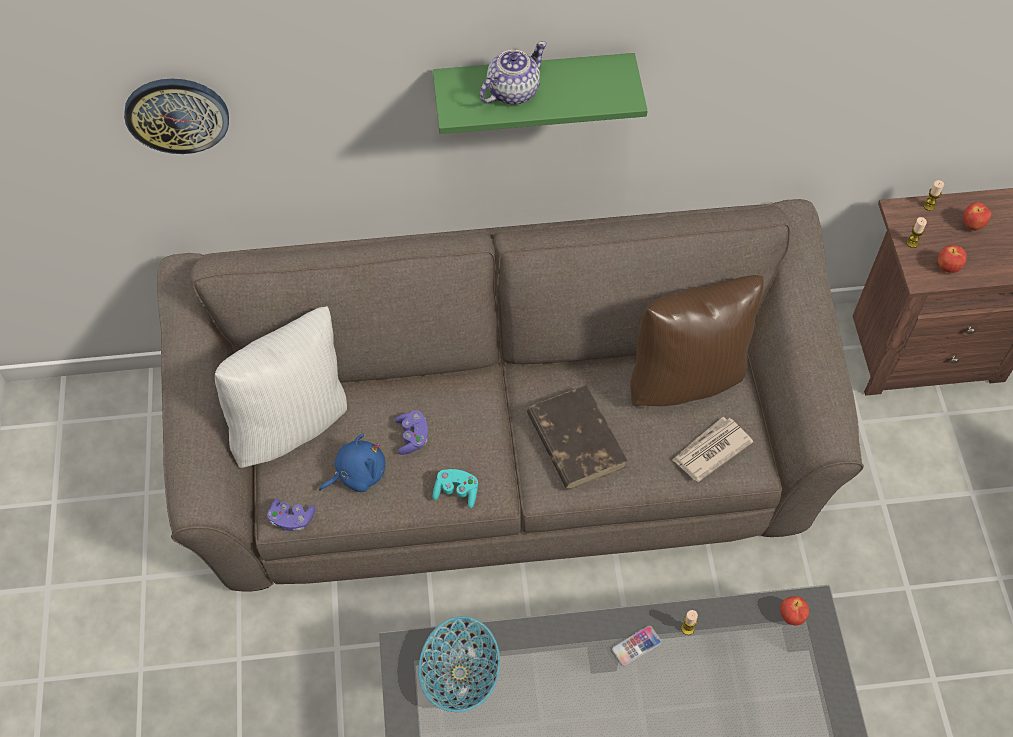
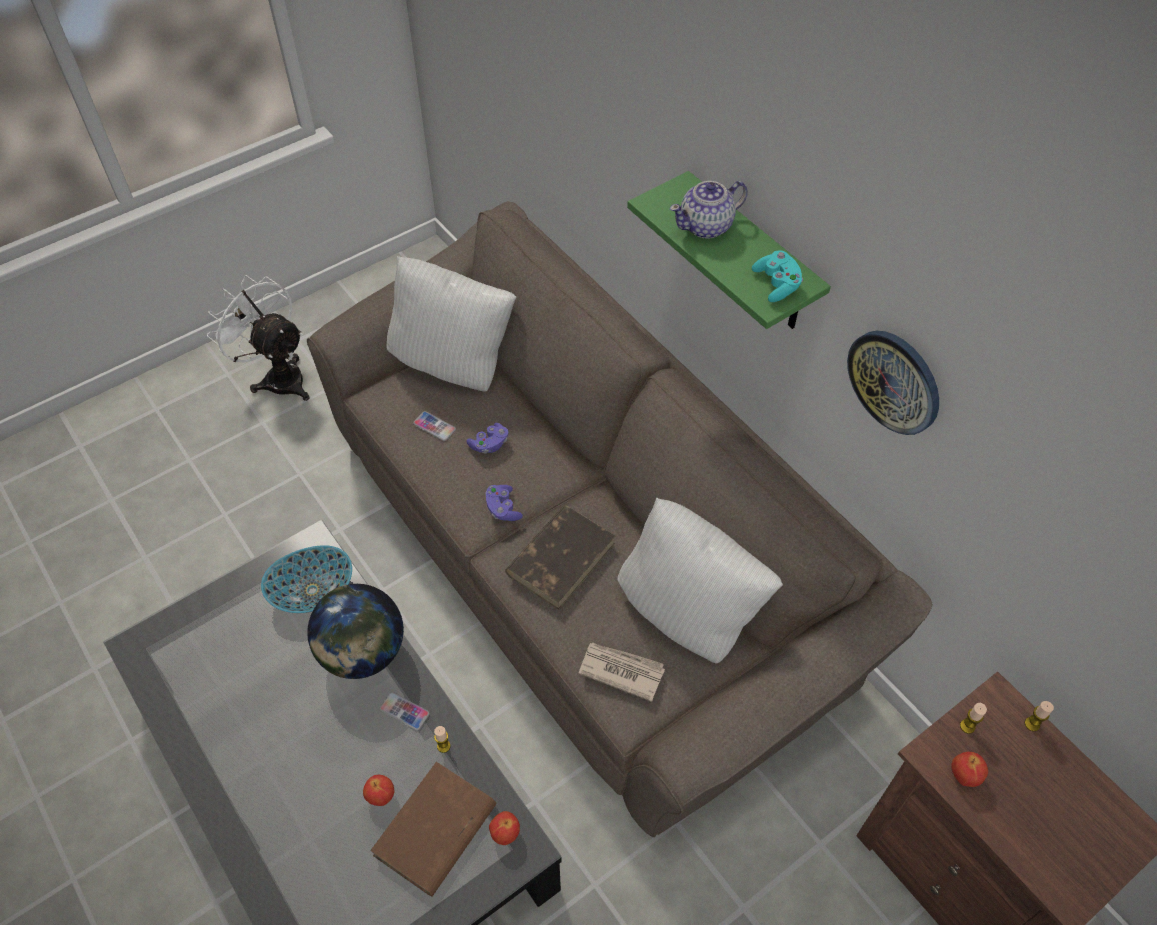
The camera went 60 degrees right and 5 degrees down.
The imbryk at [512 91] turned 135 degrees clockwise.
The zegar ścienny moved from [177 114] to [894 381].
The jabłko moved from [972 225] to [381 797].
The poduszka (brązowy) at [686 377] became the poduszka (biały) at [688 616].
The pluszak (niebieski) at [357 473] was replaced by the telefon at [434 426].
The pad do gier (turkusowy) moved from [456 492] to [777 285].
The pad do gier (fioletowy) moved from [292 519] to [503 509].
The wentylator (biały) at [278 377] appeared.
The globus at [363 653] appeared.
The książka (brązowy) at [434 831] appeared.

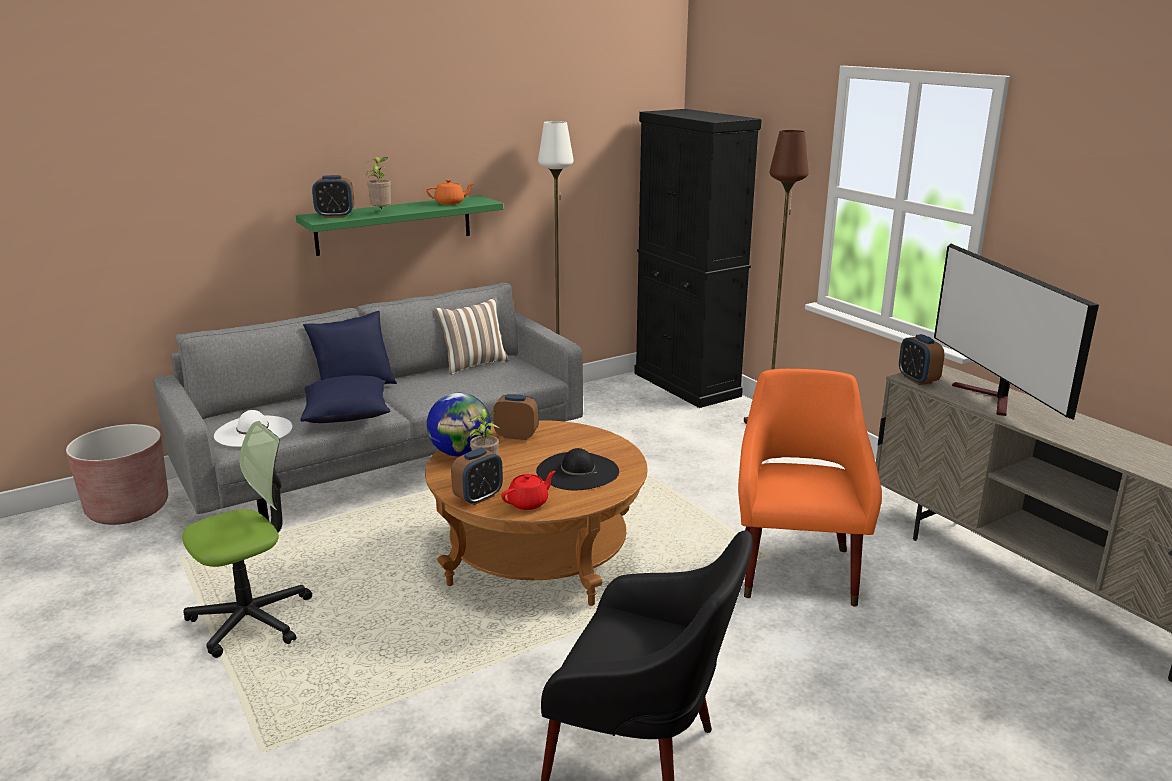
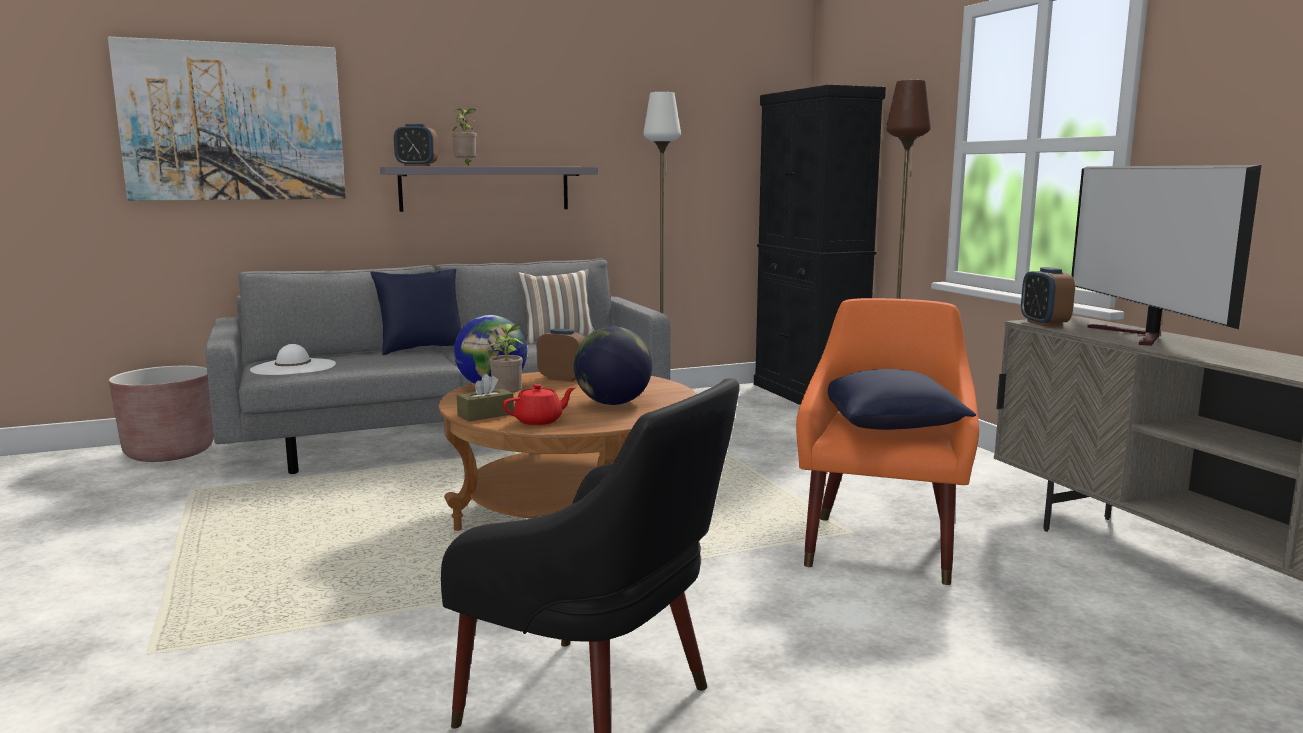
The camera went 10 degrees right and 10 degrees down.
The imbryk (pomarańczowy) at [450 203] disappeared.
The półka (zielony) at [394 225] became the półka (szary) at [485 188].
The poduszka (niebieski) moved from [347 416] to [891 426].
The krzesło biurowe at [251 619] disappeared.
The budzik at [478 497] was replaced by the pudełko chusteczek (brązowy) at [485 415].
The kapelusz (czarny) at [577 471] was replaced by the globus at [613 403].
The obraz at [233 122] appeared.

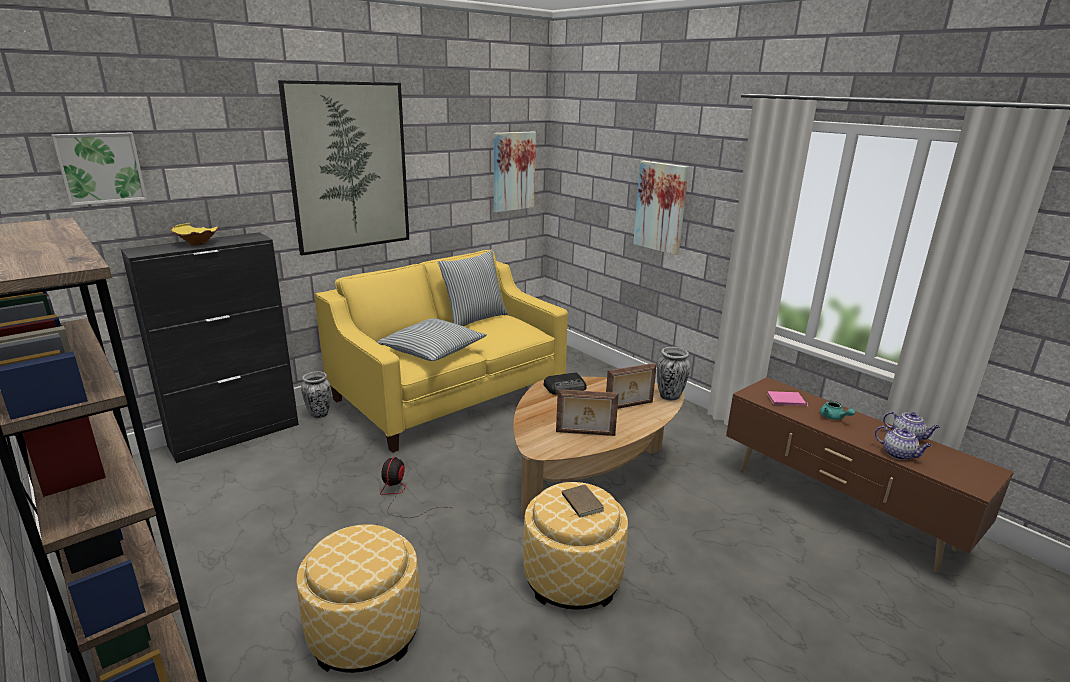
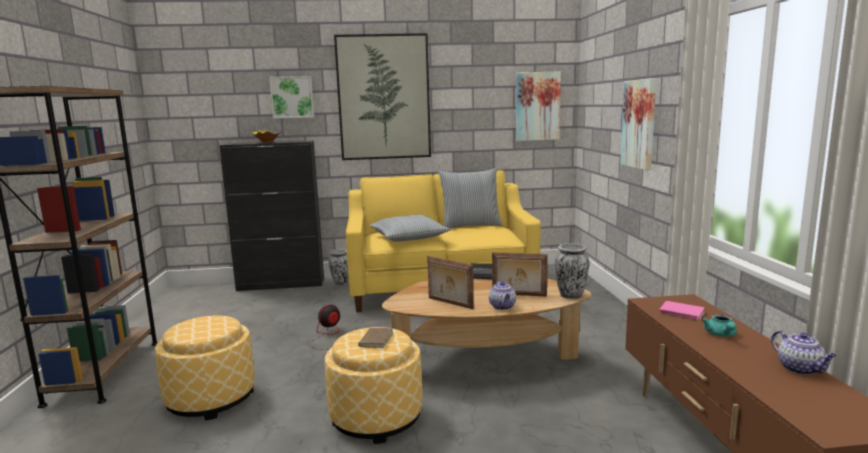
The camera went 35 degrees right and 10 degrees down.
The obraz moved from [100 168] to [292 97].
The imbryk moved from [899 454] to [502 307].

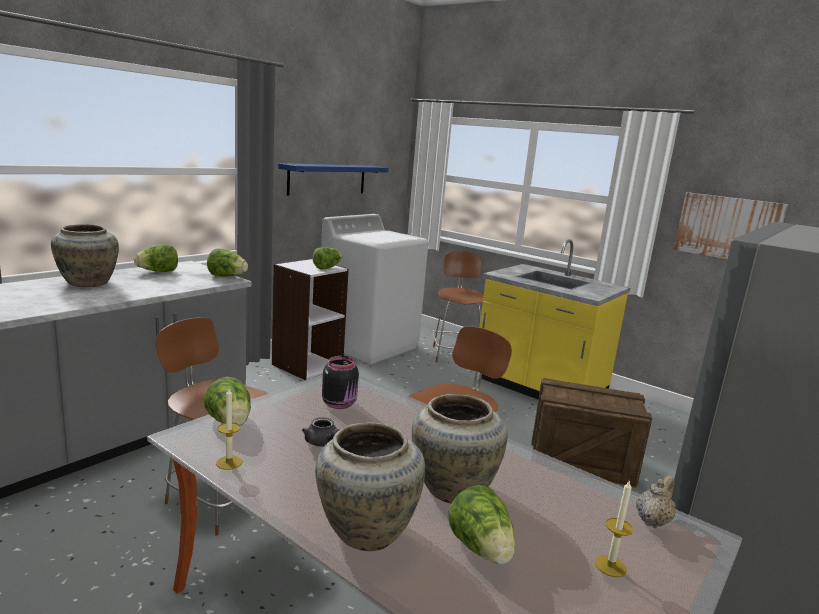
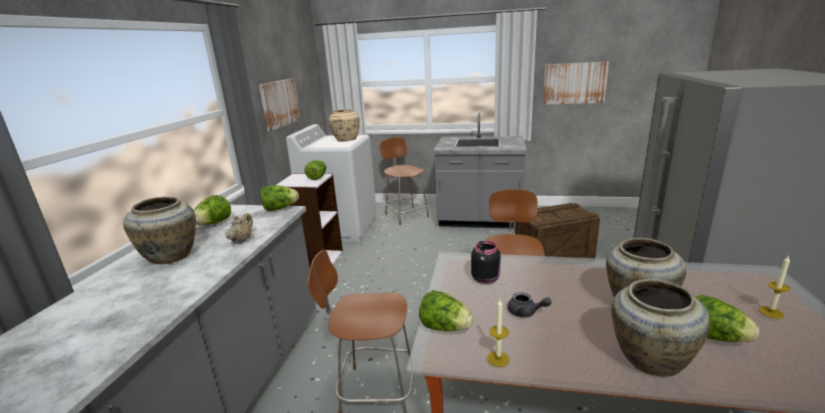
The camera went 25 degrees left and 5 degrees up.
The półka (niebieski) at [327 179] was replaced by the obraz at [279 103].
The zabudowa kuchenna (żółty) at [539 389] became the zabudowa kuchenna (szary) at [479 220].
The imbryk (beżowy) moved from [652 520] to [242 240].
The wazon (beżowy) at [346 140] appeared.

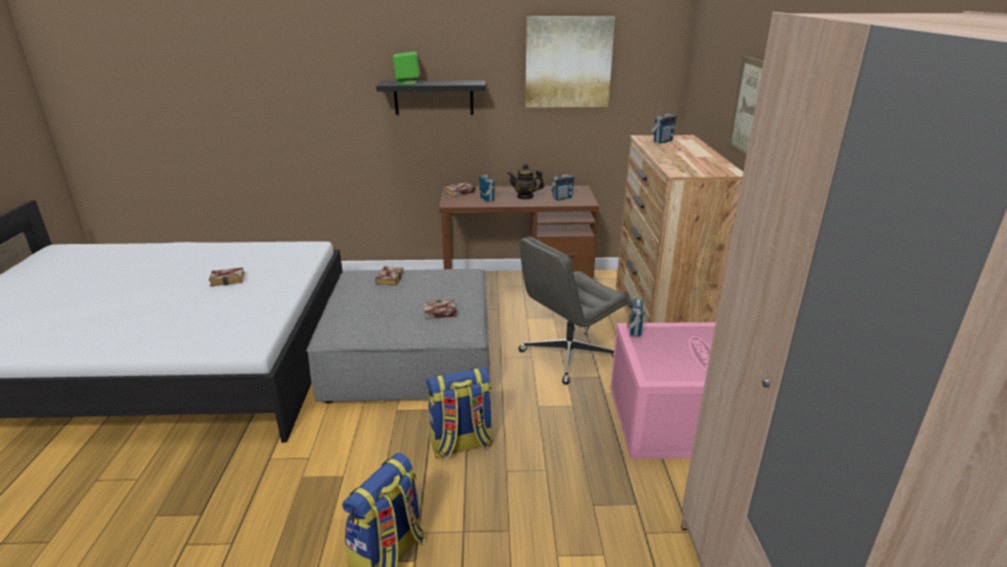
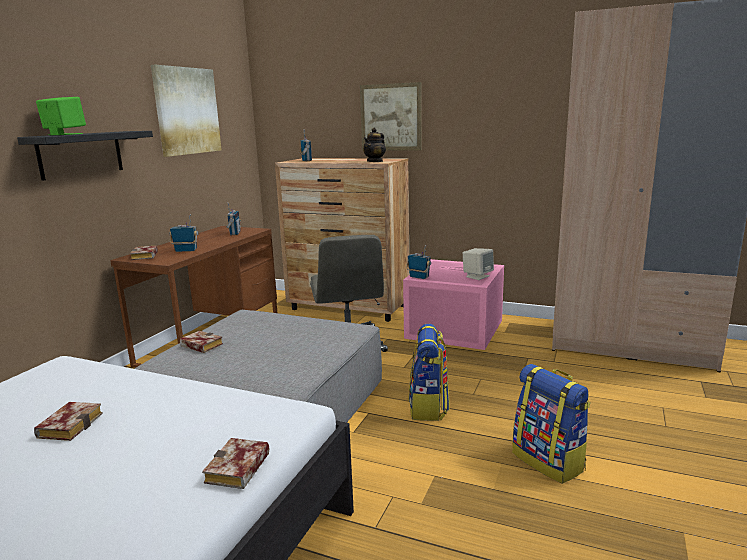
The camera went 65 degrees left and 10 degrees down.
The imbryk moved from [525 196] to [375 161].
The książka moved from [438 313] to [238 470].
The głośnik (beżowy) at [477 276] appeared.

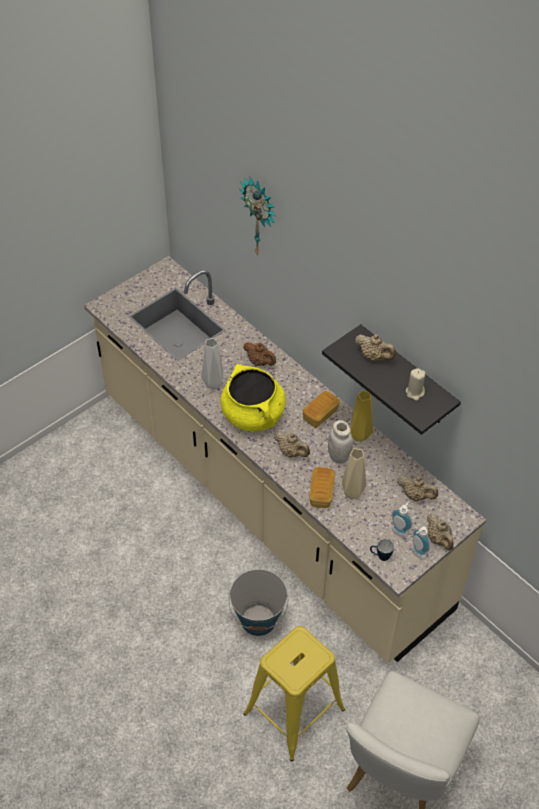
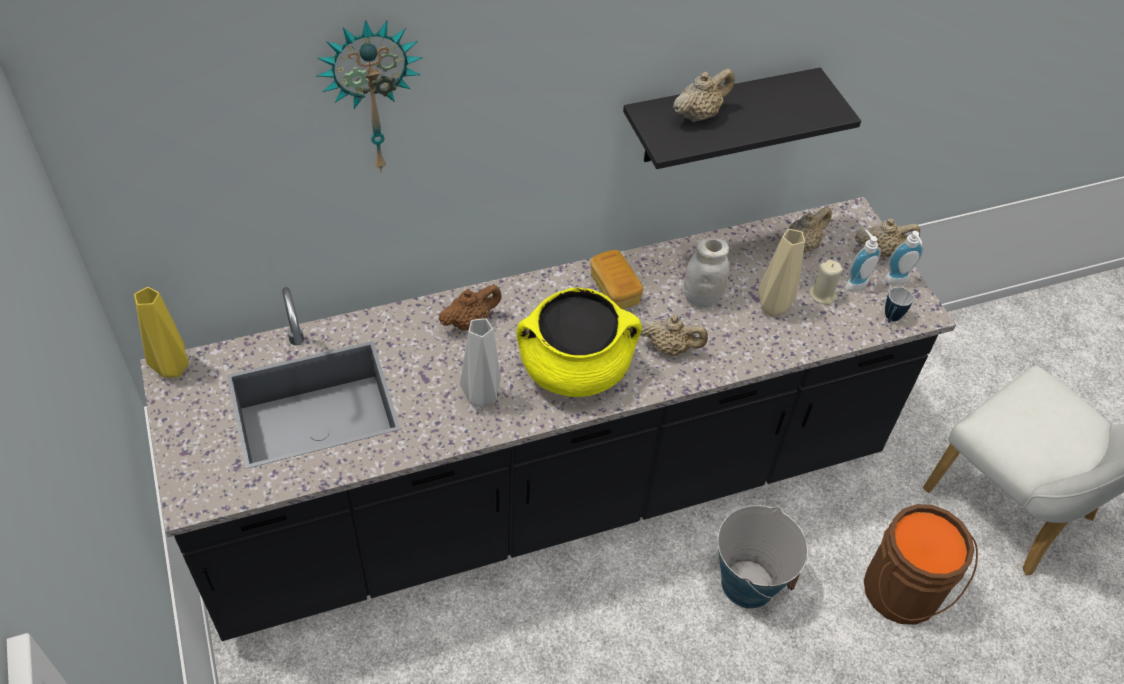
The camera went 70 degrees left and 0 degrees up.
The zabudowa kuchenna (beżowy) at [268 500] became the zabudowa kuchenna (czarny) at [550 493].
The świeca (beżowy) moved from [414 392] to [823 295].
The wazon (żółty) moved from [361 436] to [174 367].
The imbryk (beżowy) at [292 452] turned 45 degrees clockwise.
The chleb at [321 493] disappeared.
The stołek (żółty) at [294 711] was replaced by the wiadro (brązowy) at [903 594].

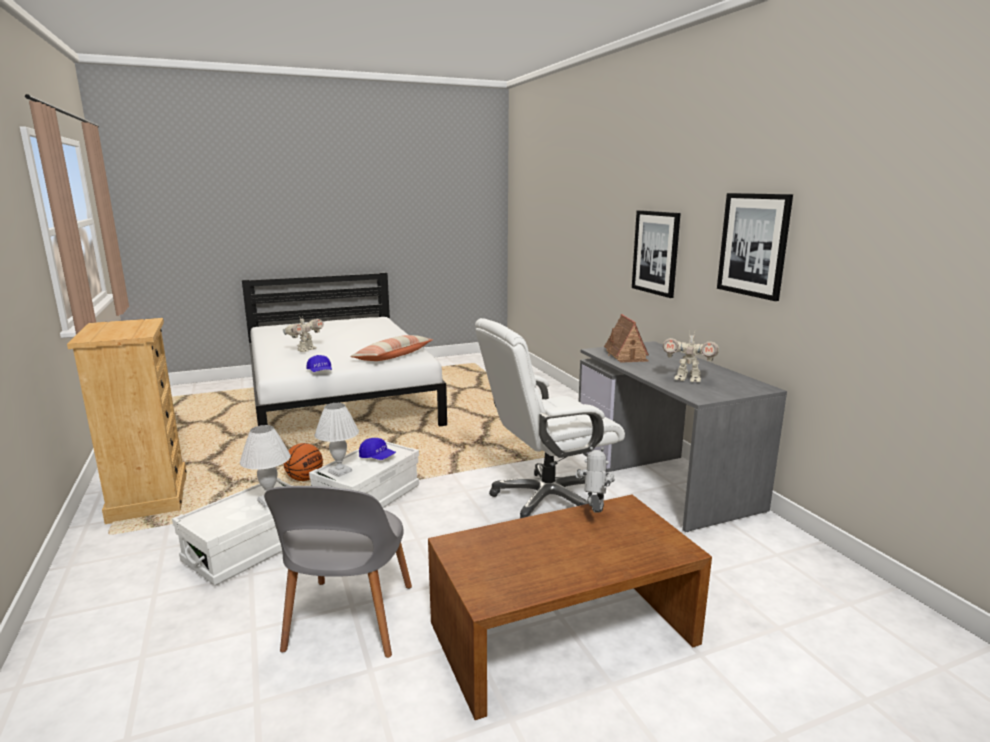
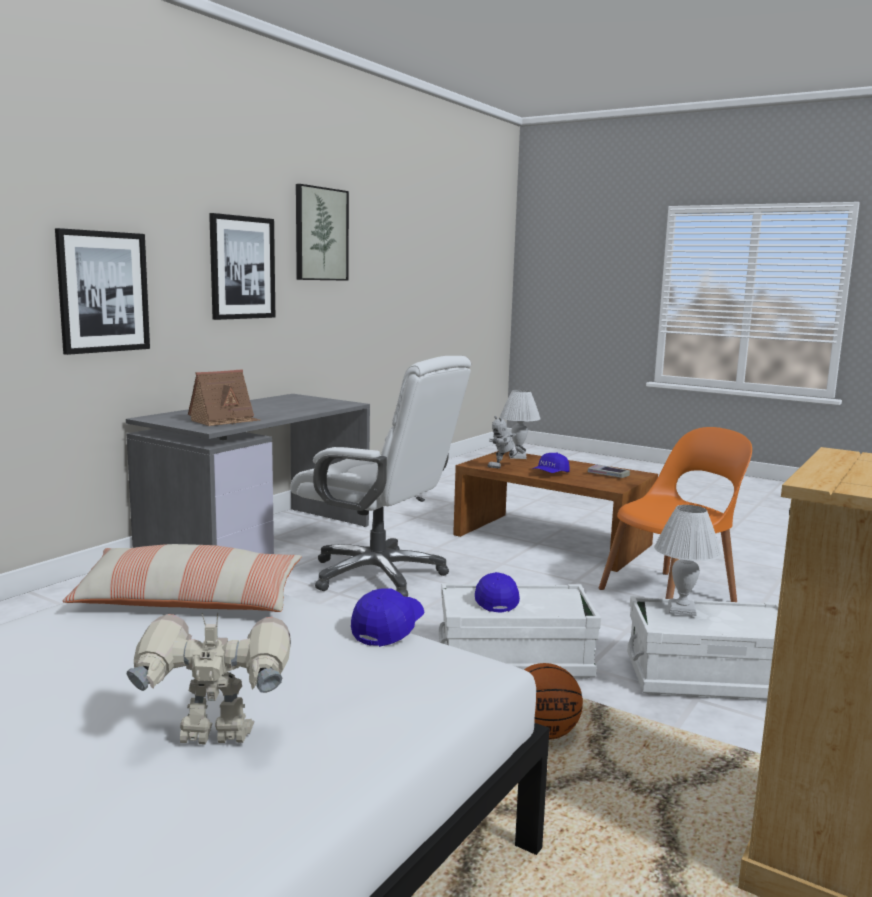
The camera went 125 degrees left and 5 degrees down.
The robot zabawkowy at [687 379] disappeared.
The lampa stołowa (biały) moved from [340 471] to [517 456].
The krzesło (szary) at [348 621] became the krzesło (pomarańczowy) at [671 595].
The obraz at [320 234] appeared.
The czapka z daszkiem (niebieski) at [550 474] appeared.
The książka at [608 475] appeared.

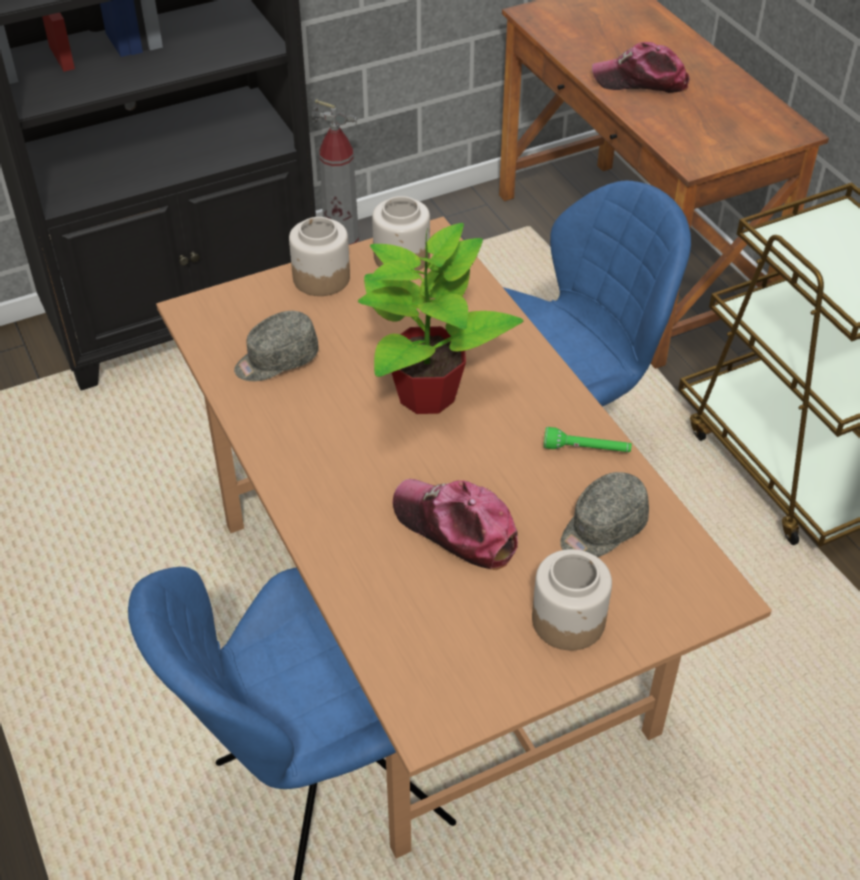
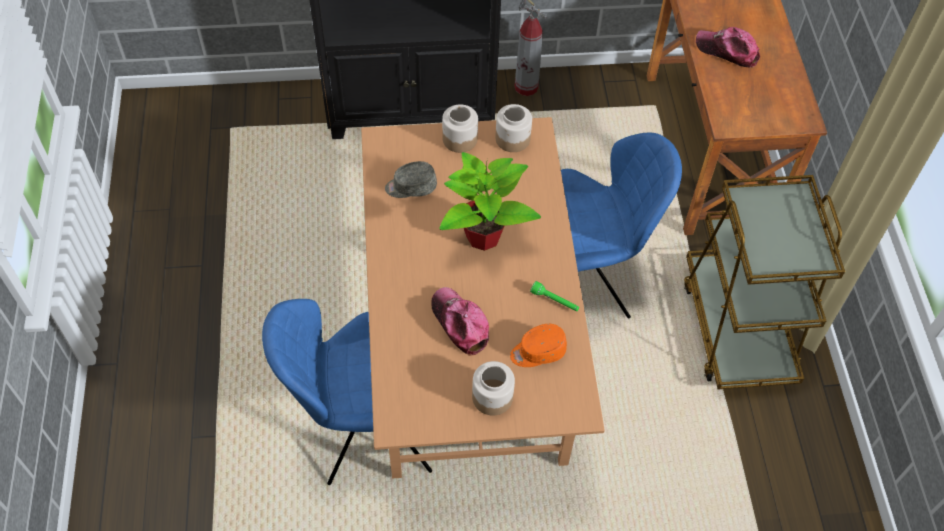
The camera went 20 degrees right and 10 degrees up.
The czapka z daszkiem (szary) at [602 529] became the czapka z daszkiem (pomarańczowy) at [537 352].

